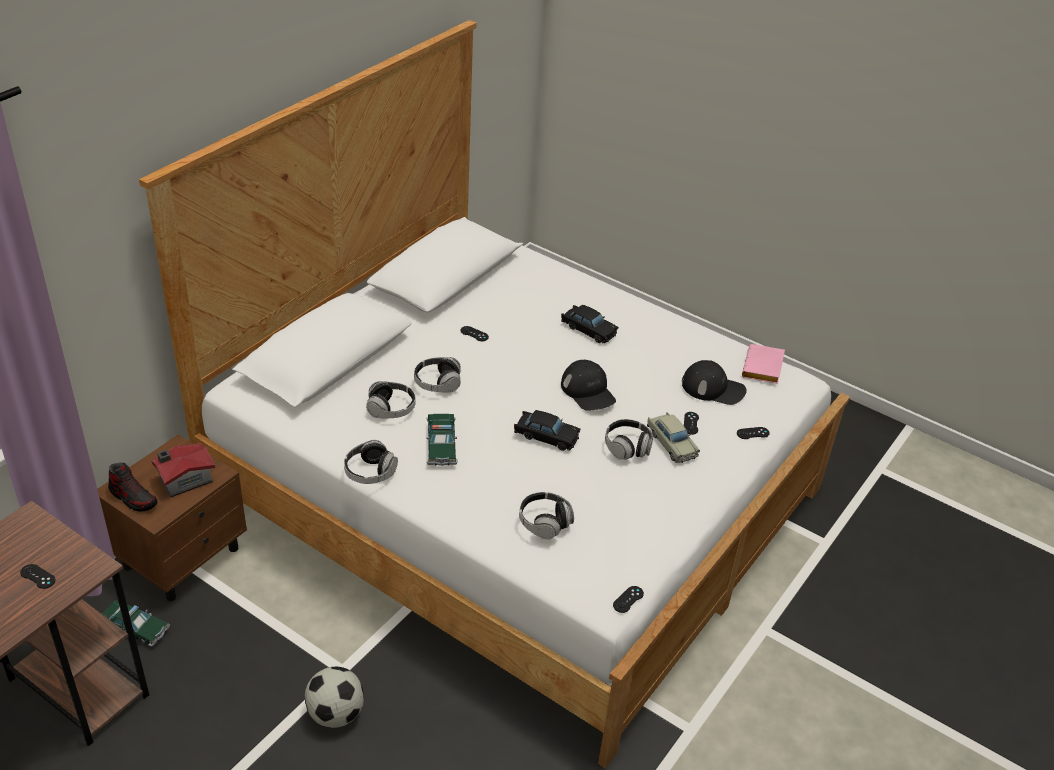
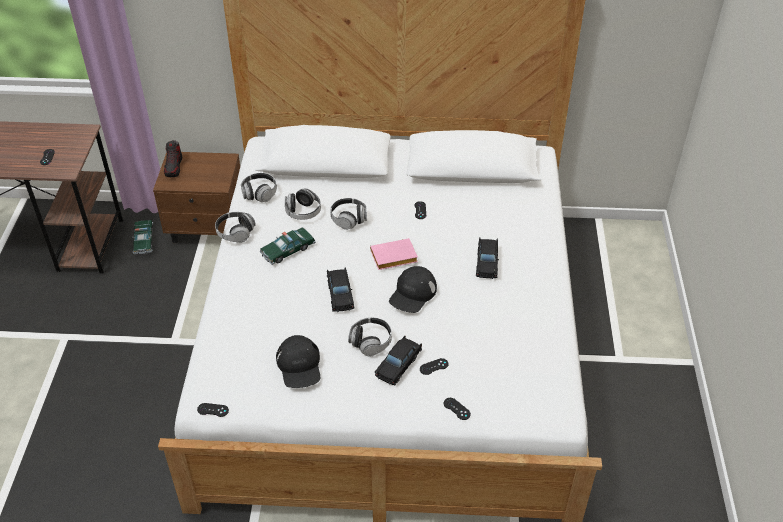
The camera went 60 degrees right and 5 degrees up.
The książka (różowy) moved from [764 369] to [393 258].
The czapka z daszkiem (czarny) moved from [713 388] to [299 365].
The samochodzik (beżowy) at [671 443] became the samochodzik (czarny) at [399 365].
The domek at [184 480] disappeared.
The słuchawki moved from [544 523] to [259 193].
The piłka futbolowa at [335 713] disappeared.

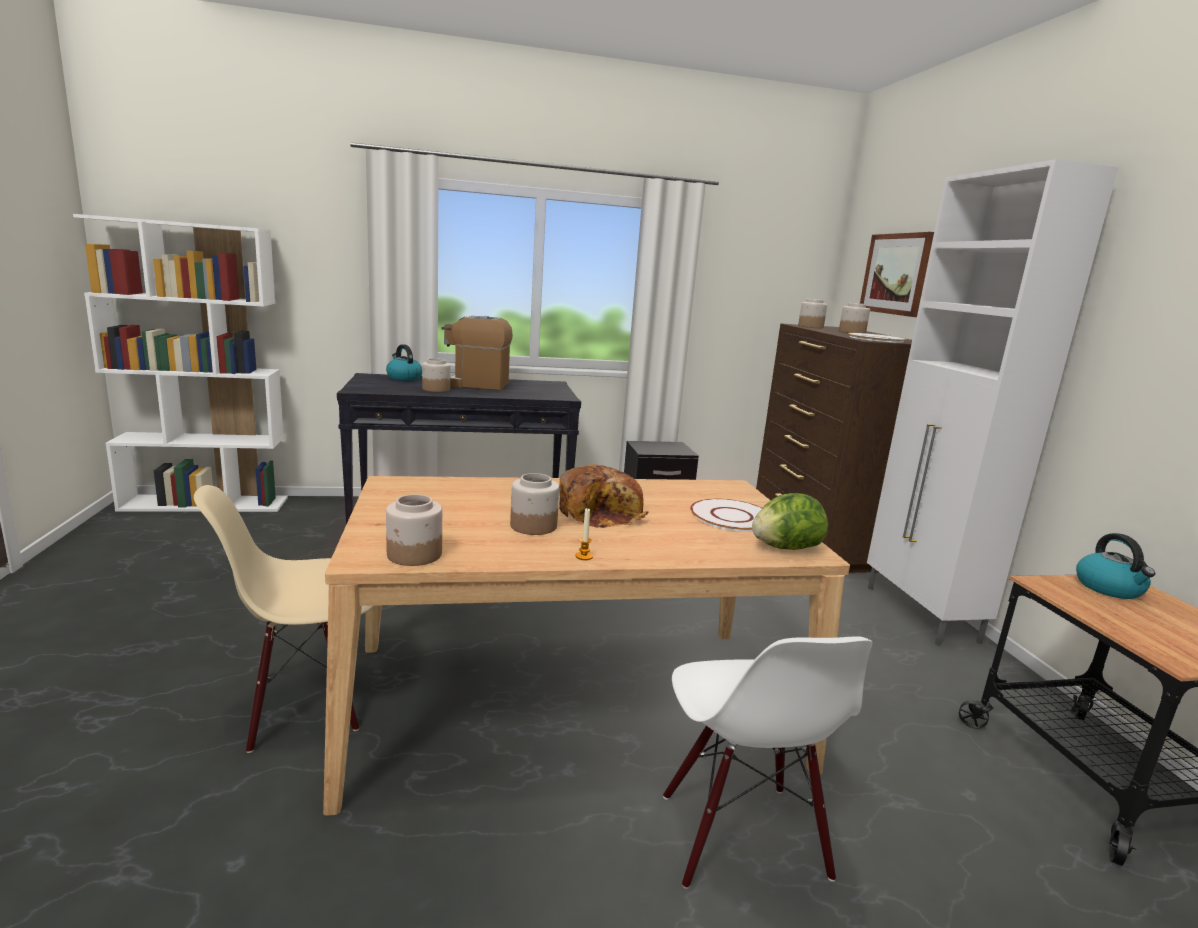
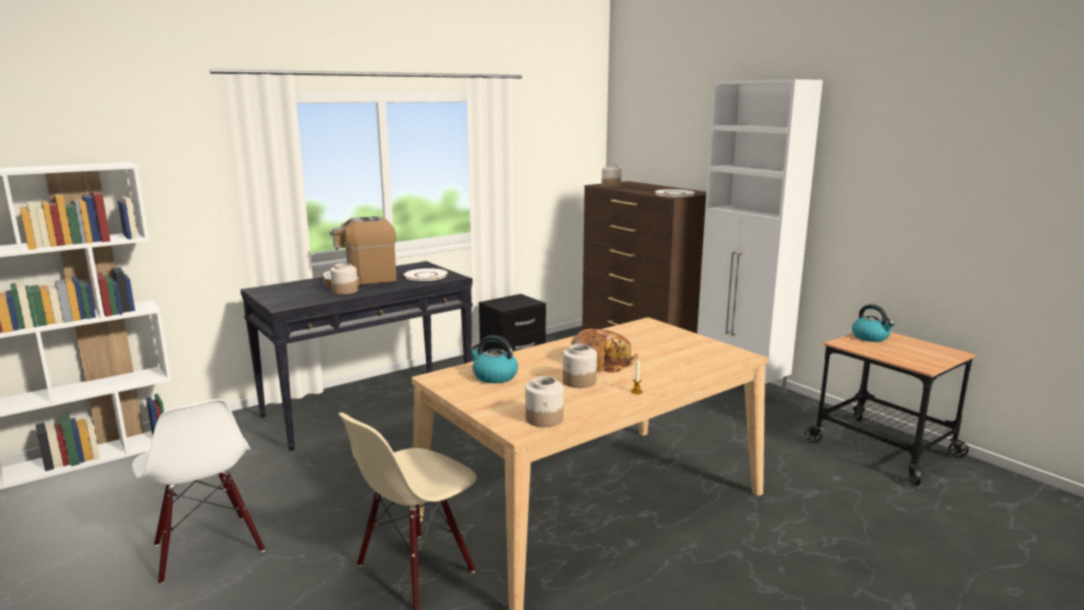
The camera went 25 degrees left and 0 degrees up.
The obraz at [896 274] disappeared.
The słoik at [851 332] disappeared.
The czajnik moved from [403 378] to [494 376].
The sałata at [785 548] disappeared.
The talerz (biały) moved from [731 516] to [425 275].
The krzesło (biały) moved from [741 836] to [207 548].

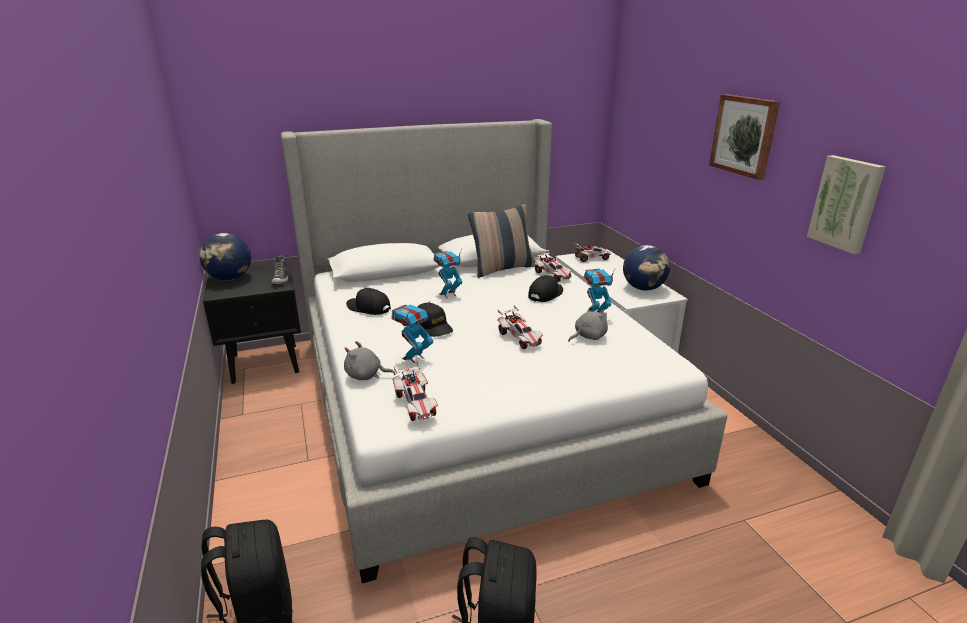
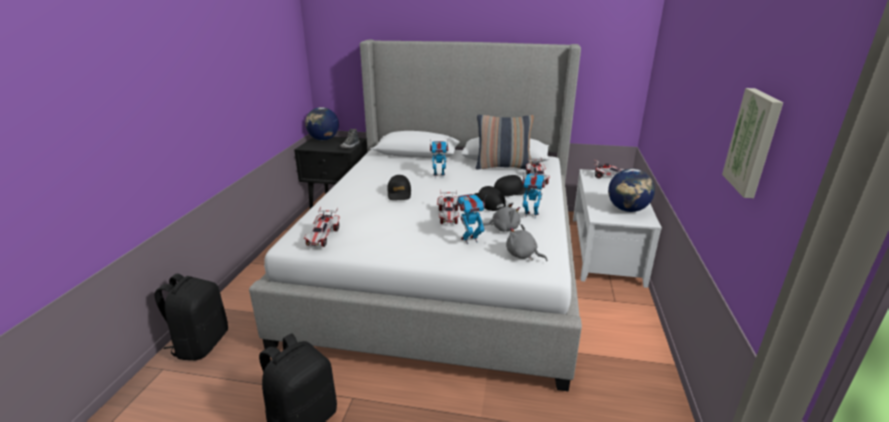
The camera went 30 degrees right and 0 degrees up.
The obraz at [744 135] disappeared.
The czapka z daszkiem (czarny) moved from [368 308] to [488 203].
The robot zabawkowy moved from [413 358] to [470 240].
The pluszak (szary) moved from [366 376] to [522 255].

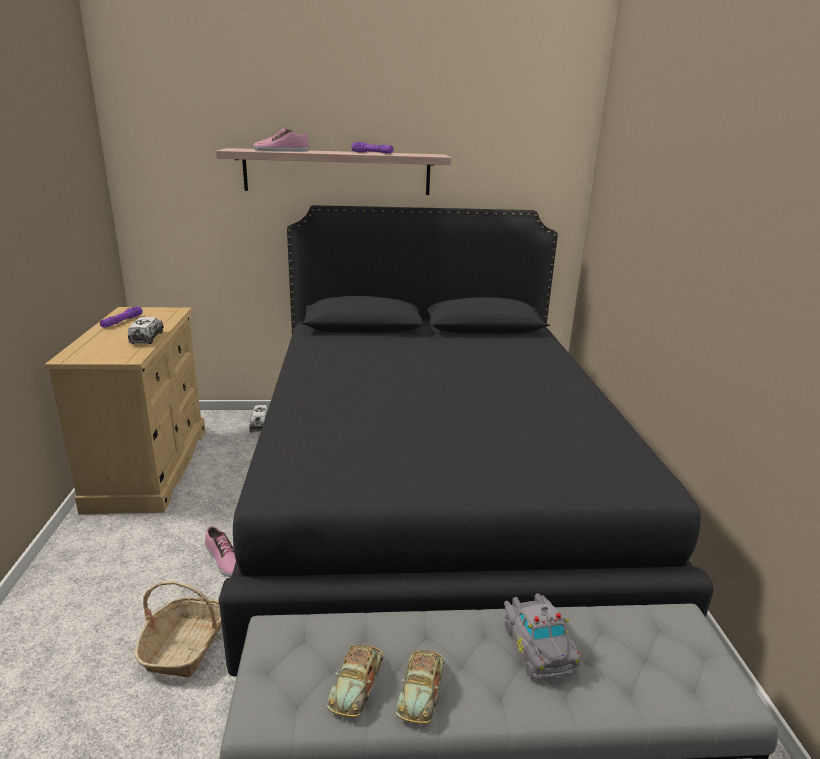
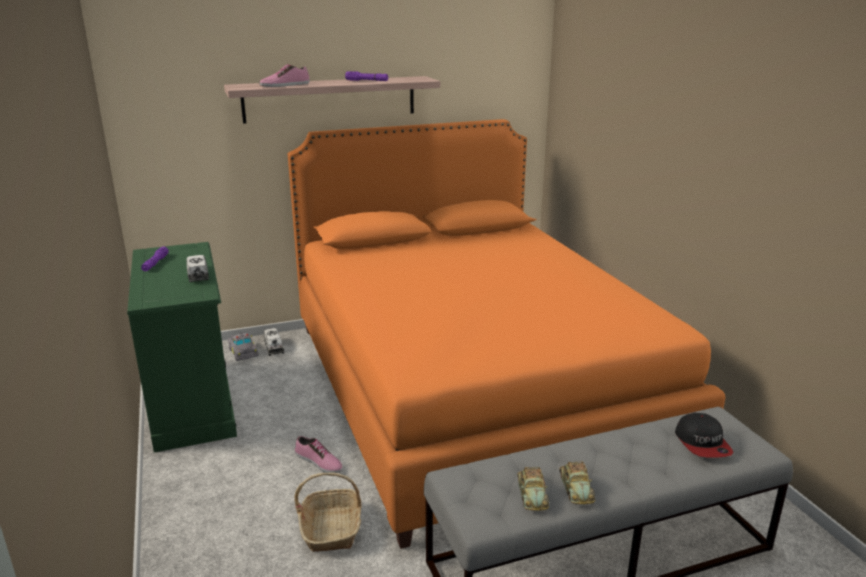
The camera went 15 degrees left and 0 degrees up.
The łóżko (czarny) at [432 505] became the łóżko (pomarańczowy) at [471 389].
The komoda (beżowy) at [150 467] became the komoda (zielony) at [193 402].
The samochodzik (szary) moved from [539 645] to [243 352].
The czapka z daszkiem at [702 443] appeared.

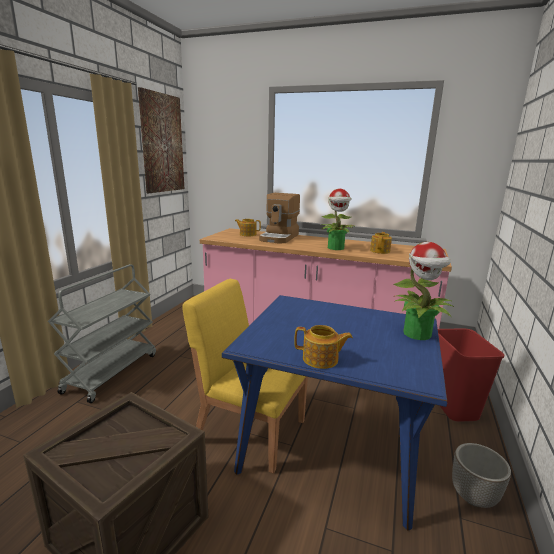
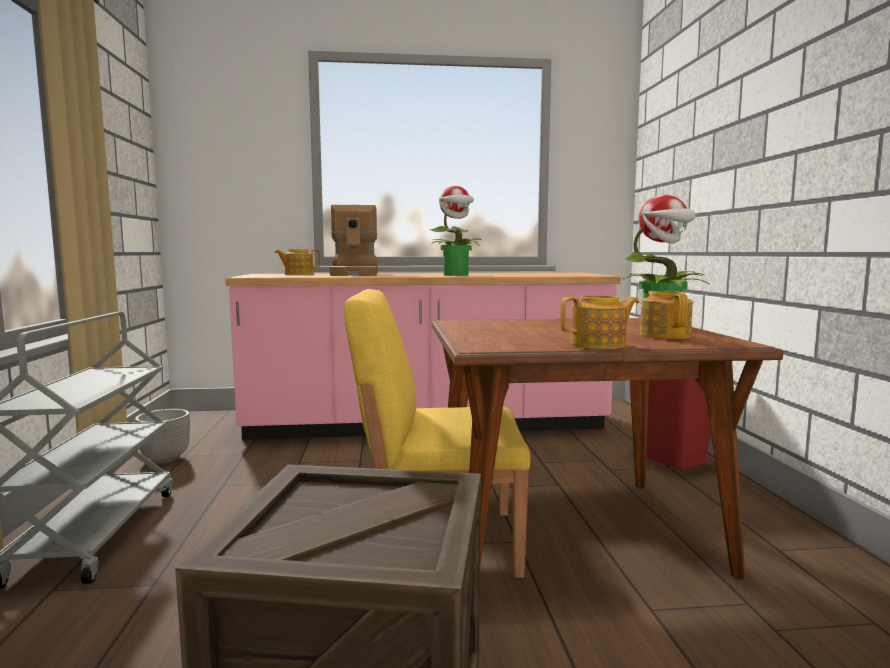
The camera went 25 degrees left and 10 degrees down.
The obraz at [162 143] disappeared.
The imbryk moved from [380 251] to [665 335].
The stół jadalny (niebieski) at [330 447] became the stół jadalny (brązowy) at [569 529].
The donica moved from [473 496] to [165 459].

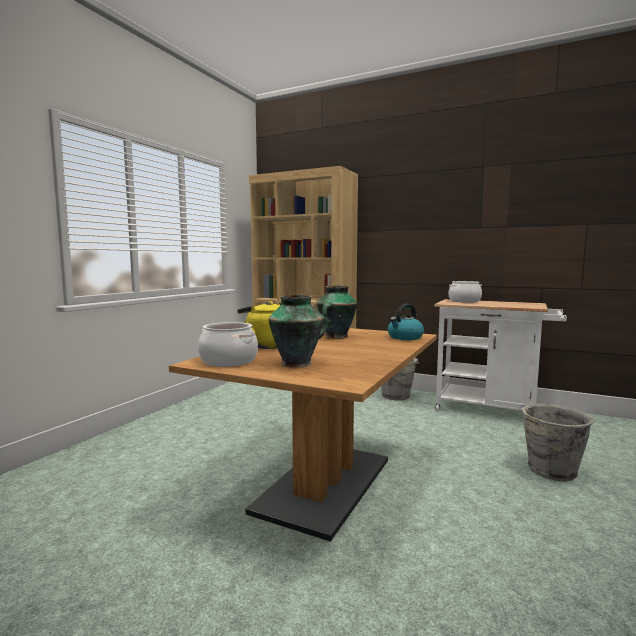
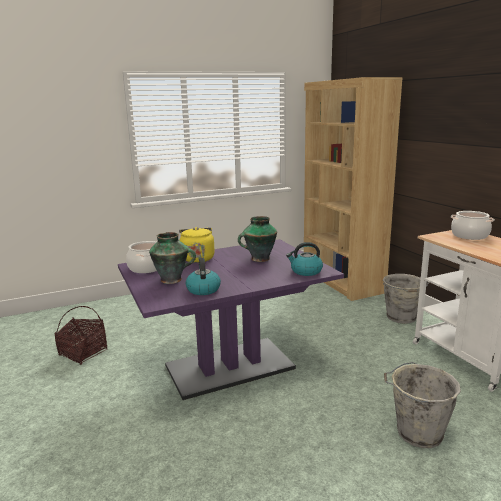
The camera went 40 degrees right and 10 degrees up.
The stół jadalny (brązowy) at [325 484] became the stół jadalny (fioletowy) at [229 367].
The czajnik at [203 289] appeared.
The koszyk at [83 353] appeared.

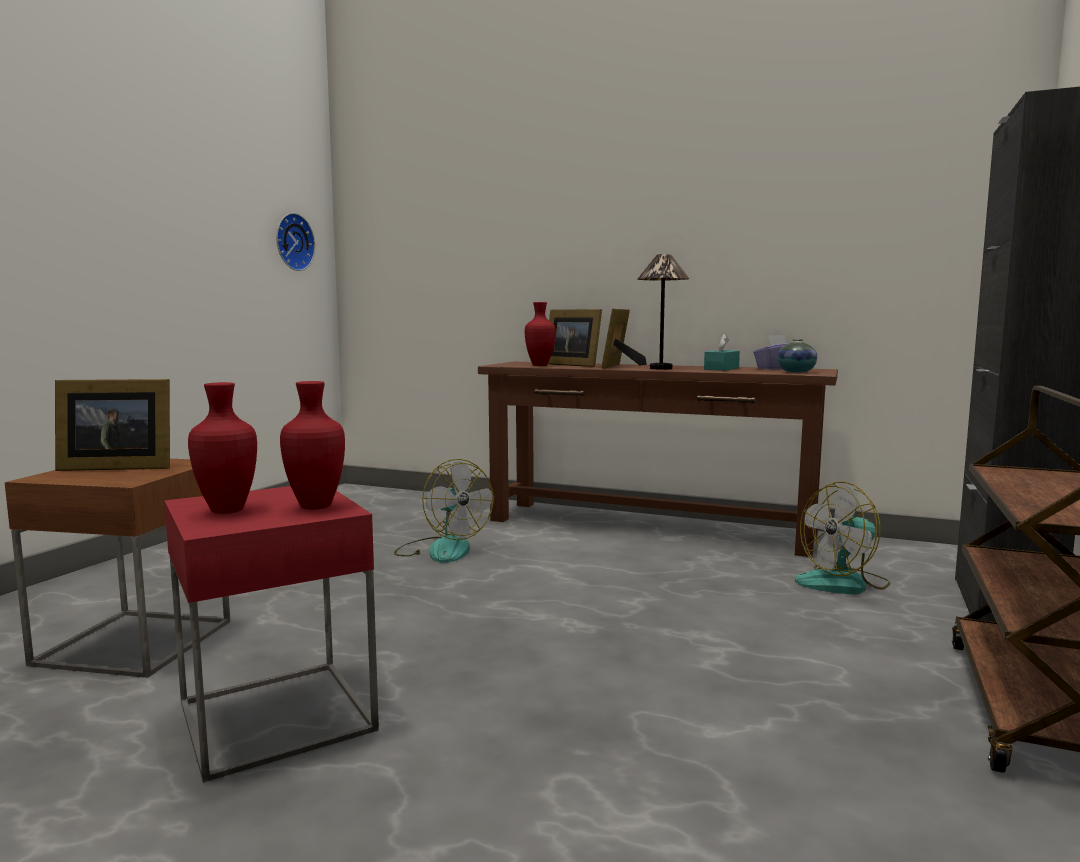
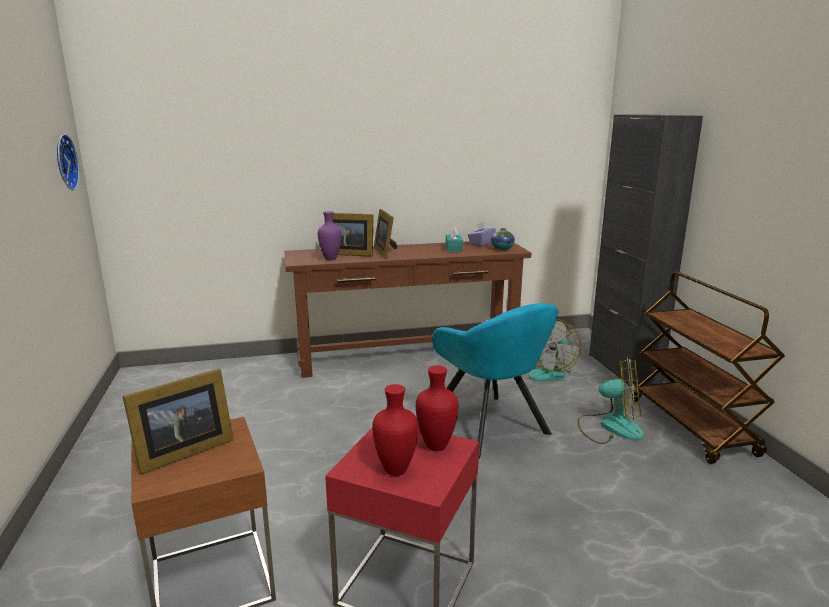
The camera went 35 degrees left and 10 degrees up.
The lampa stołowa at [661 368] disappeared.
The wazon (czerwony) at [539 365] became the wazon (fioletowy) at [330 259].
The wentylator moved from [442 549] to [610 427].
The fotel (turkusowy) at [492 427] appeared.

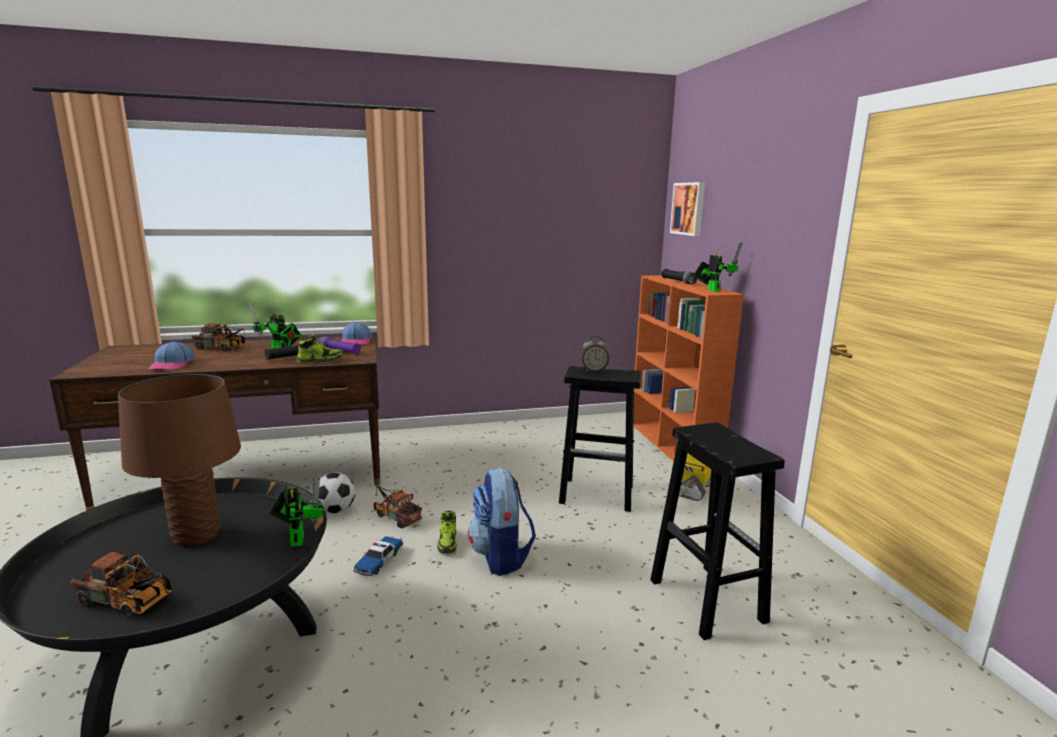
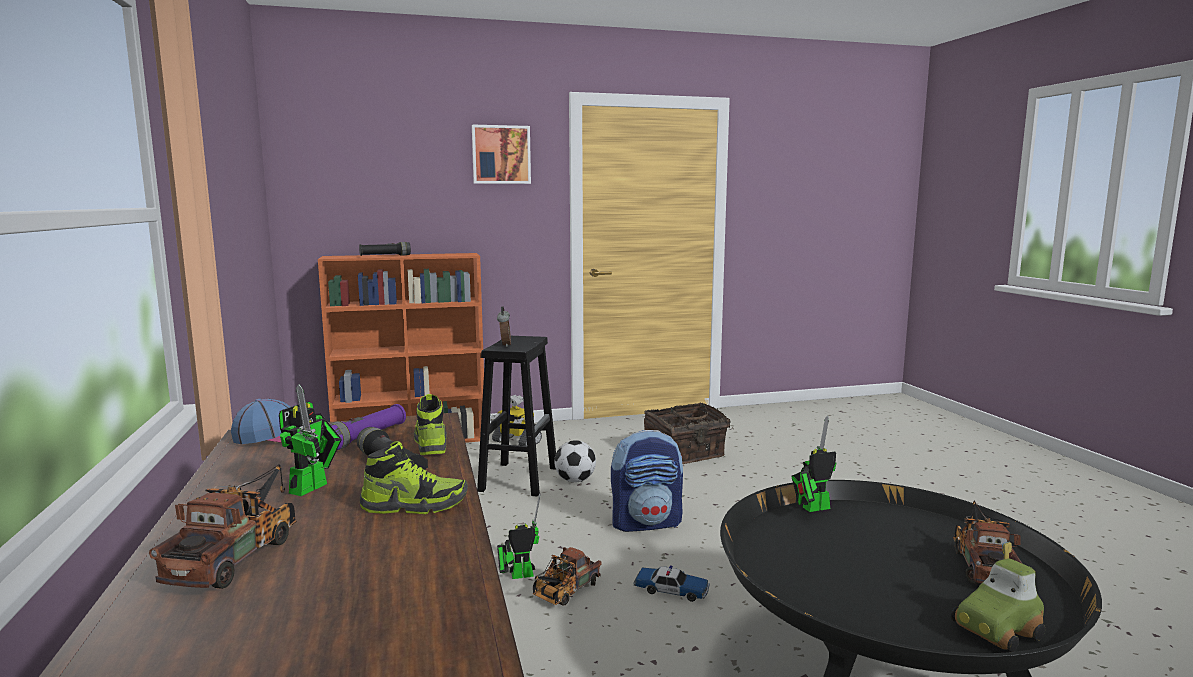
The camera went 90 degrees left and 5 degrees down.
The obraz moved from [689 208] to [501 155].
The robot zabawkowy moved from [712 290] to [518 575].
The czapka z daszkiem at [172 364] disappeared.
The lampa stołowa (brązowy) at [196 535] disappeared.
The stołek (czarny) at [705 599] was replaced by the koszyk at [685 454].
The piłka futbolowa moved from [335 511] to [575 480].
The but moved from [448 543] to [414 505].
The samochodzik at [997 631] appeared.

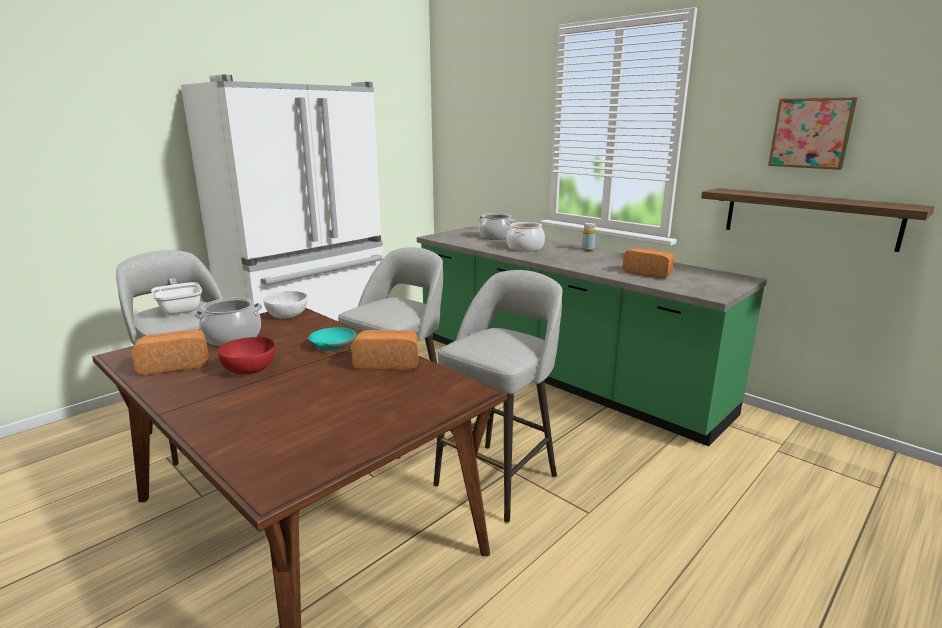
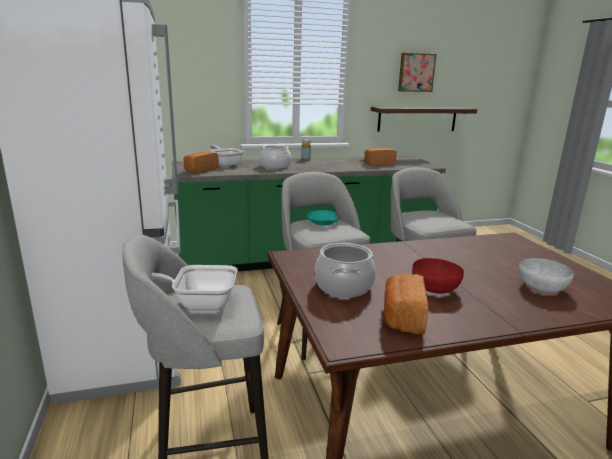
The camera went 60 degrees left and 0 degrees up.
The garnek at [496 237] was replaced by the patelnia at [226 164].
The miska (biały) moved from [287 315] to [541 287].
The miska (turkusowy) moved from [332 345] to [322 222].
The chleb moved from [388 363] to [200 170].

